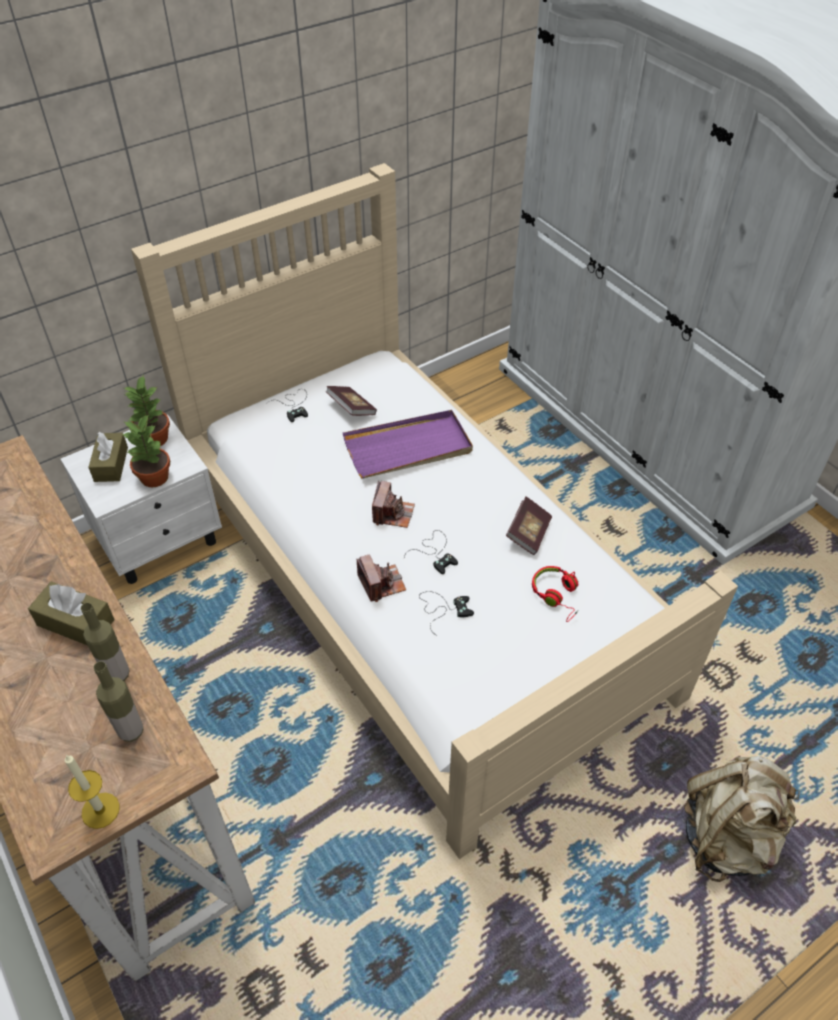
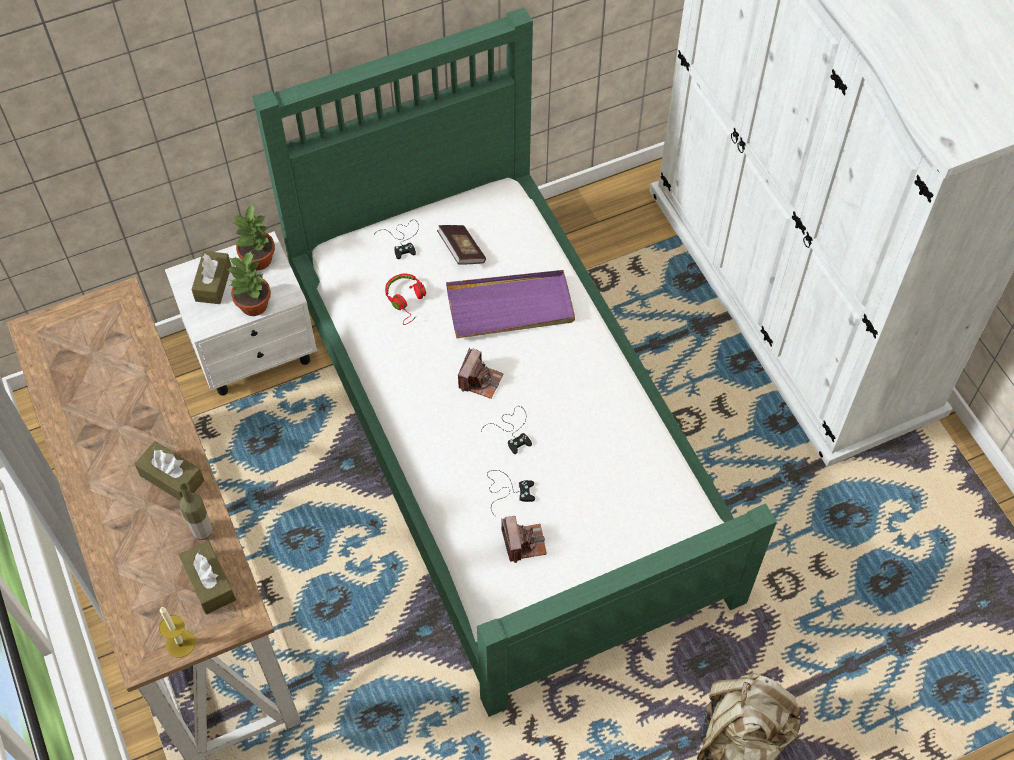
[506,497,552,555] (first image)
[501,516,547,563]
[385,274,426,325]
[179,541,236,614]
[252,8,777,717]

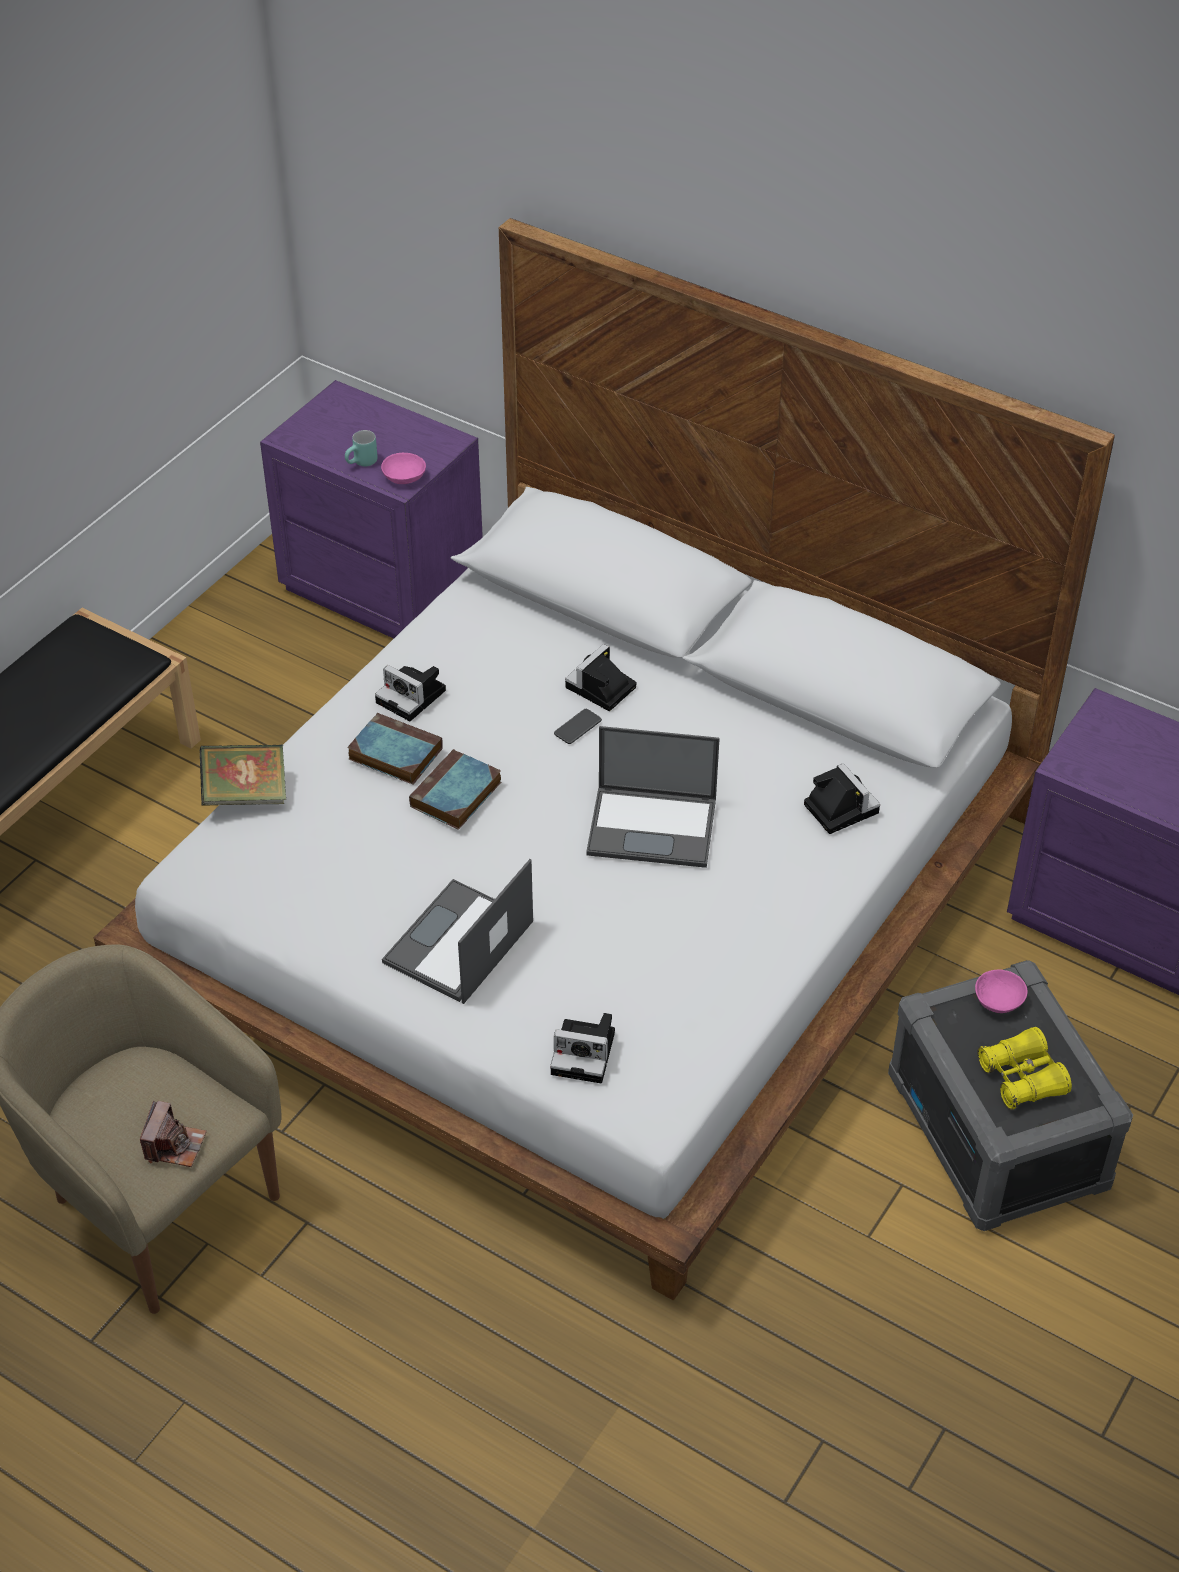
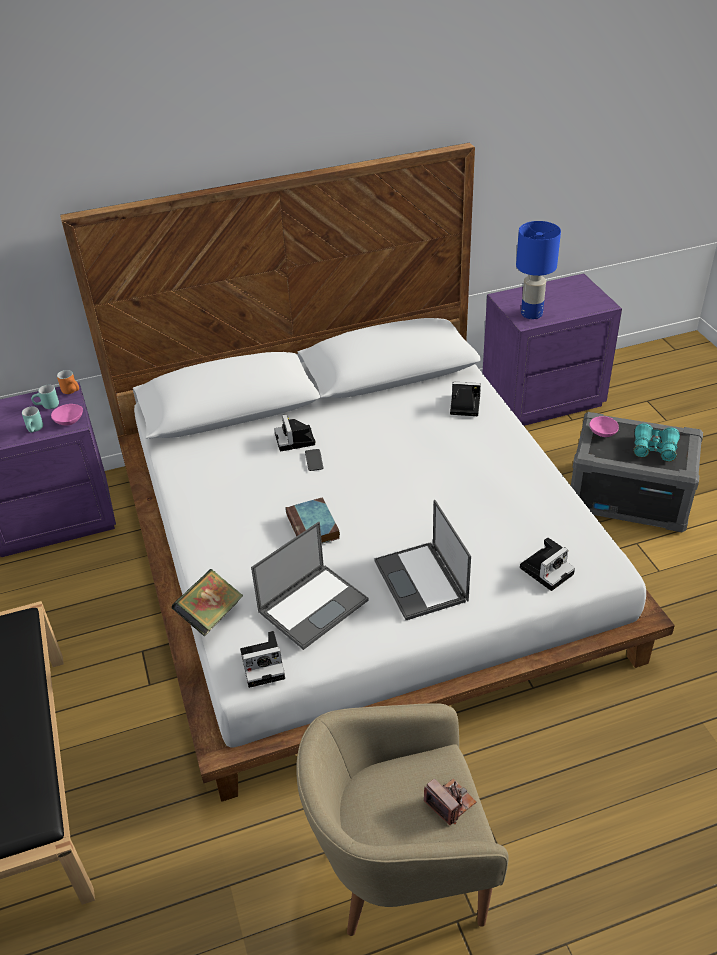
[347,713,443,785] (first image)
[31,385,59,409]
[57,370,79,394]
[516,221,561,319]
[240,631,285,688]
[251,522,369,650]
[633,423,680,462]

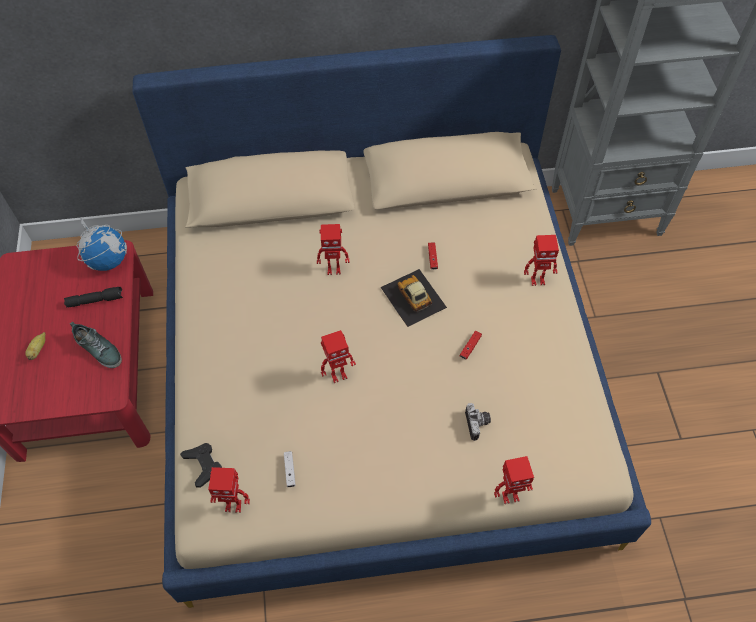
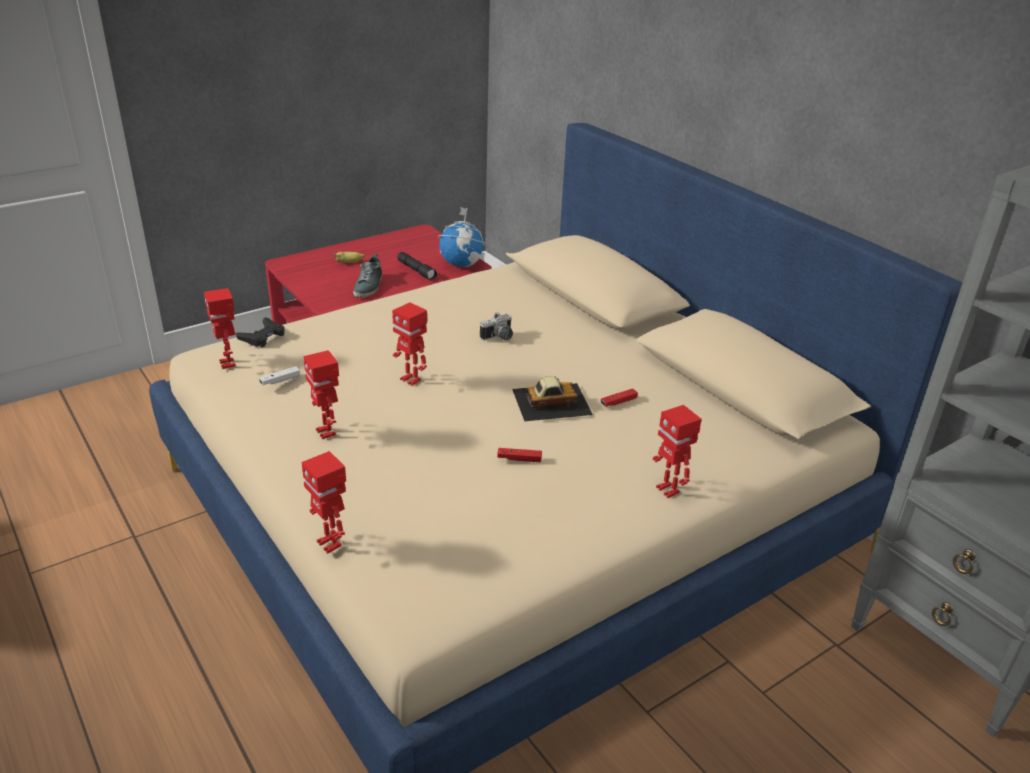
[303,350,339,439]
[480,312,513,340]
[512,376,593,421]

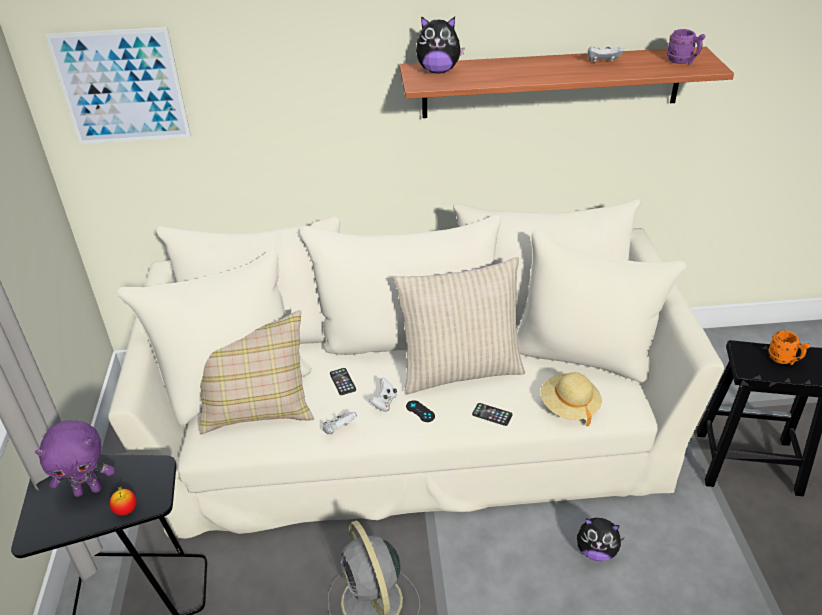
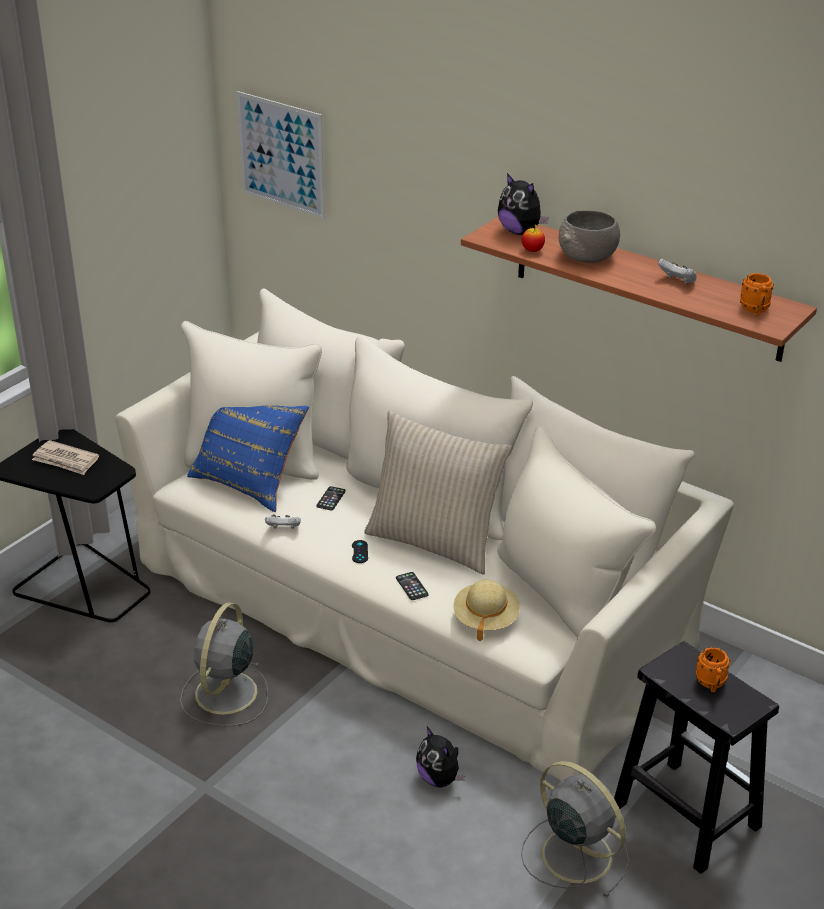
[369,378,397,412] (first image)
[521,761,629,897]
[559,210,620,263]
[522,224,545,252]
[32,440,99,475]
[187,405,309,512]
[740,273,774,316]

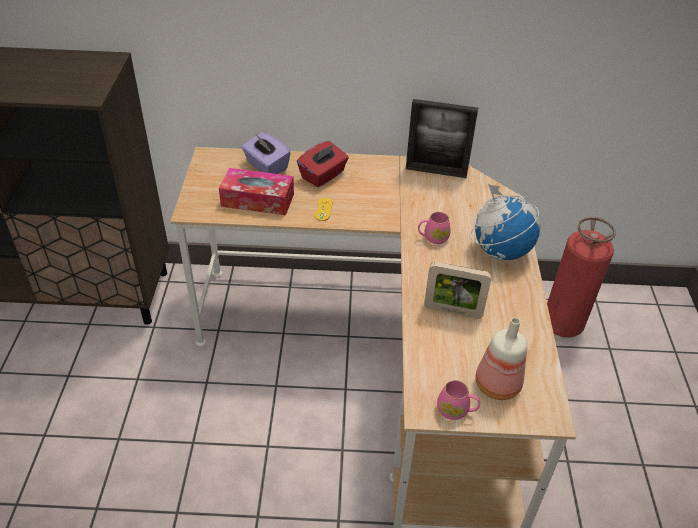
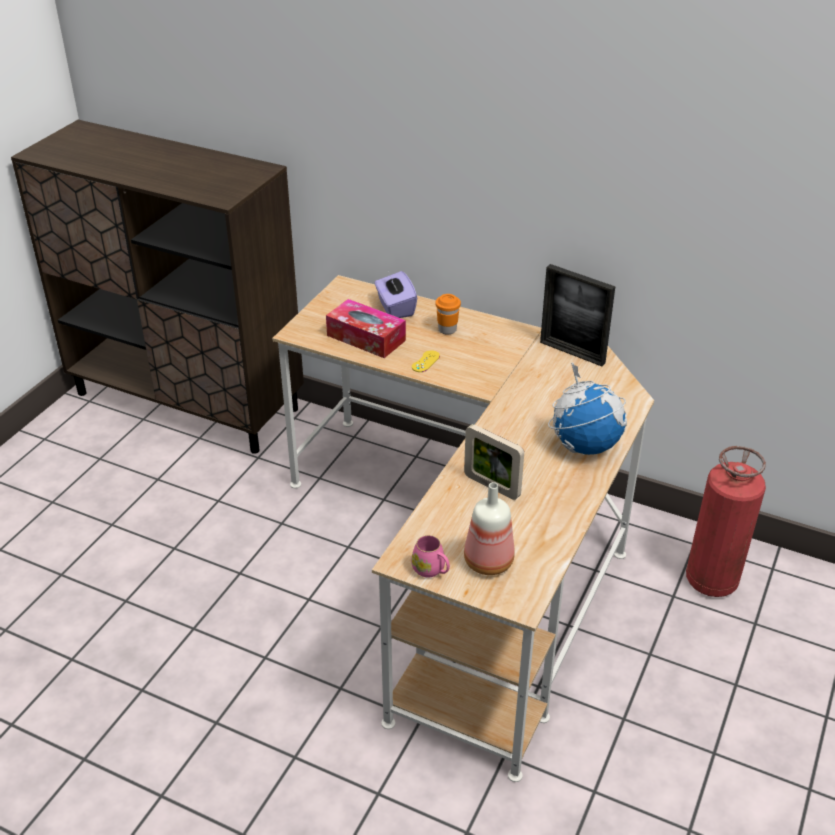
[418,212,451,244] (first image)
[435,294,461,335]

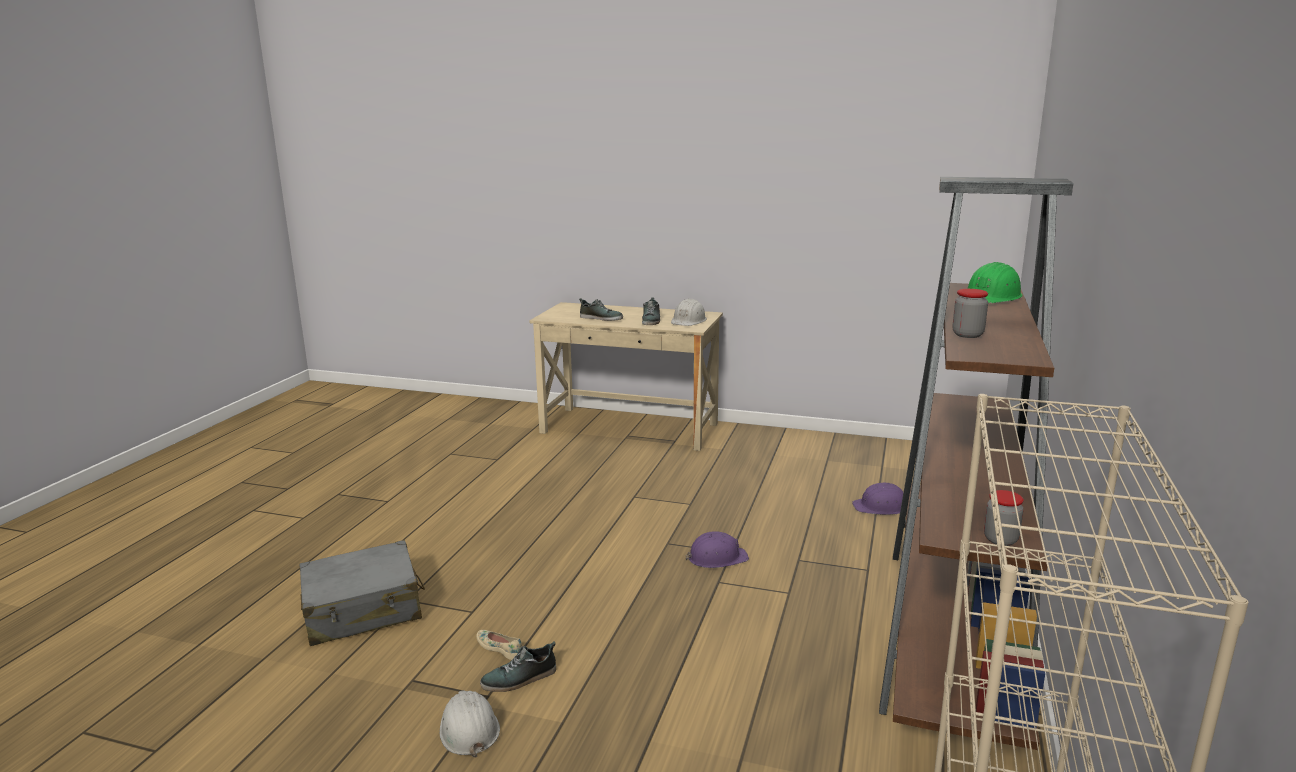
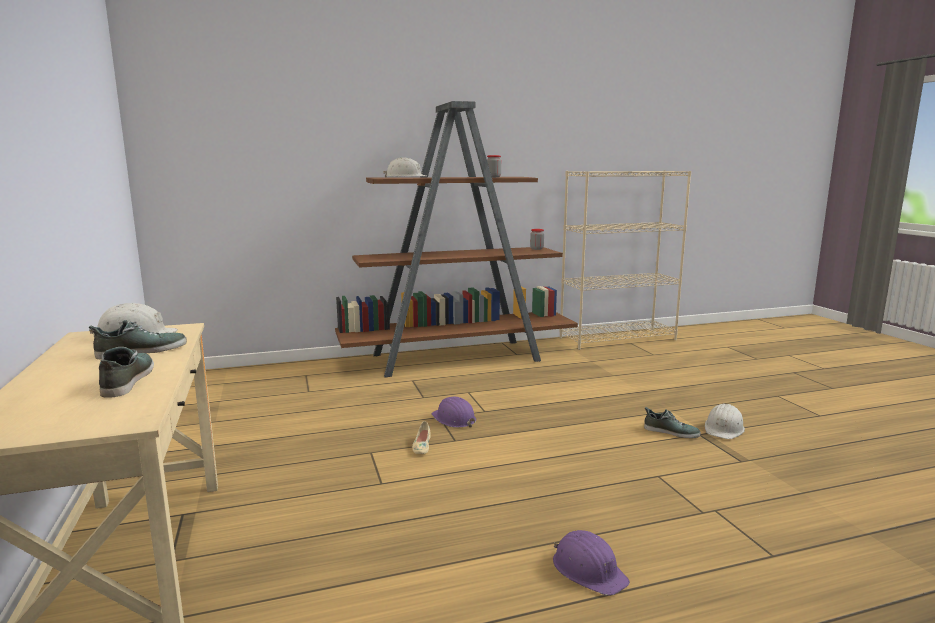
[300,540,425,646] (first image)
[412,421,430,454]
[553,530,630,596]
[383,157,426,177]

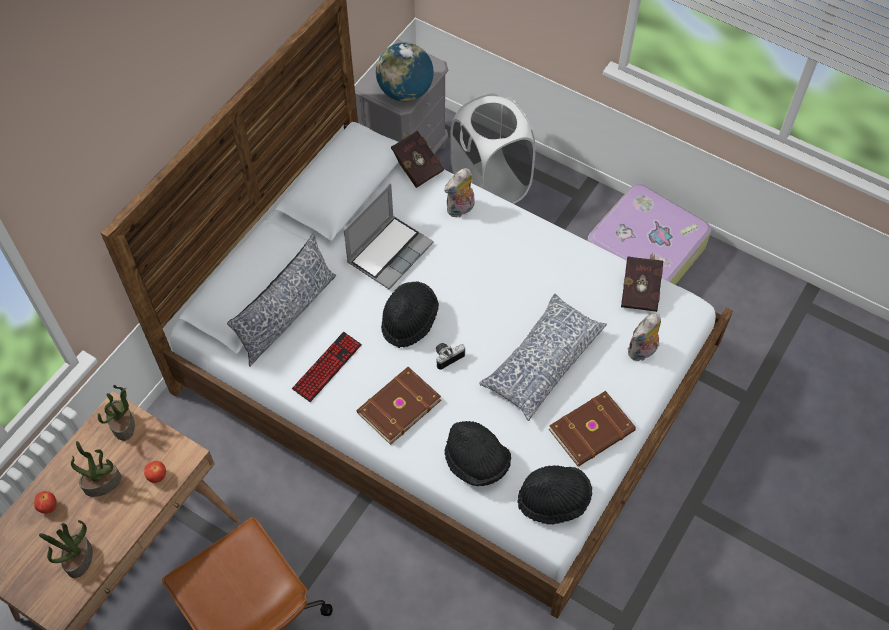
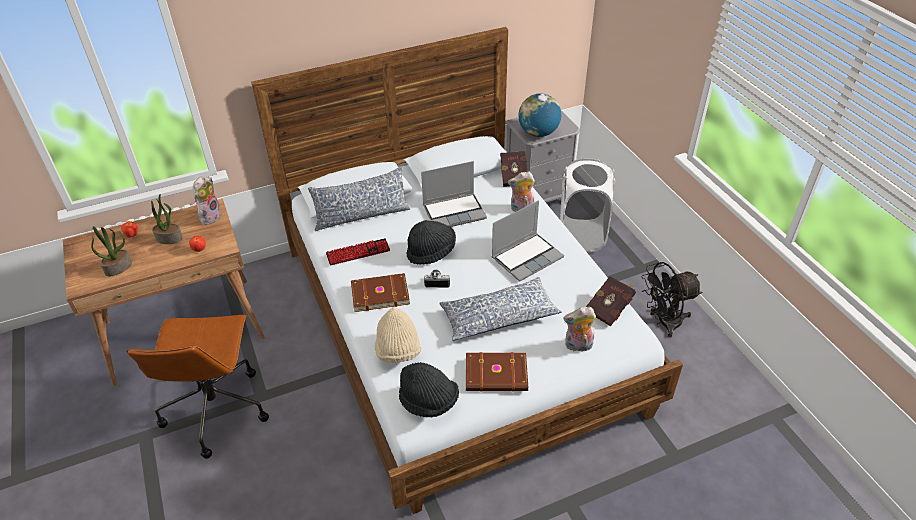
[492,200,564,282]
[193,176,222,225]
[641,262,702,338]
[375,307,421,363]

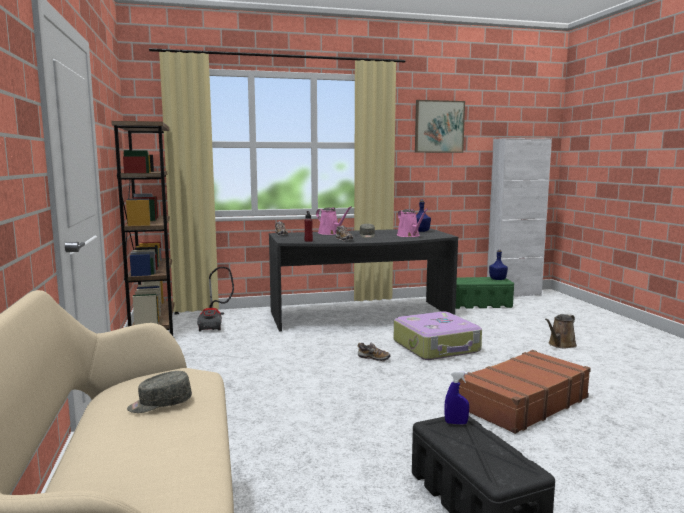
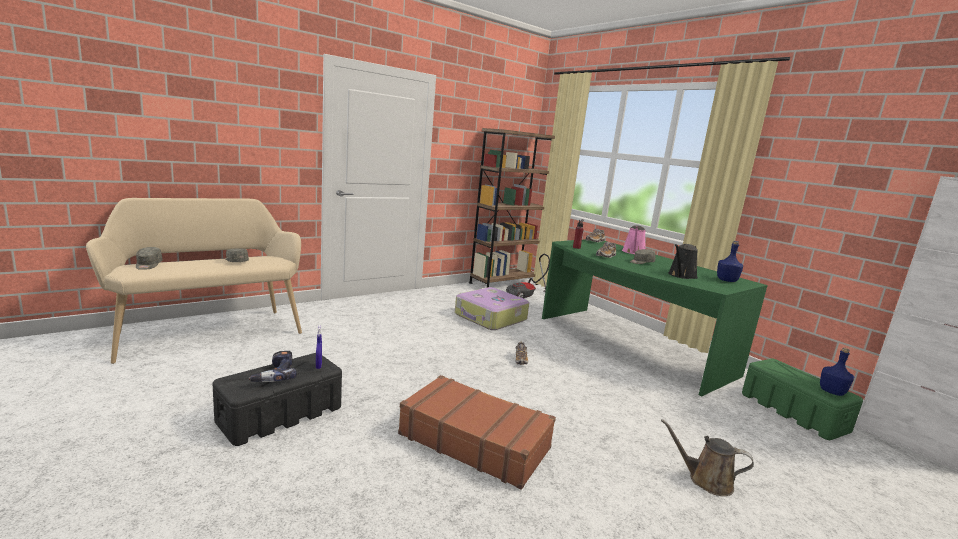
[415,100,465,153] (first image)
[136,247,163,270]
[249,351,297,382]
[455,287,529,330]
[542,239,768,396]
[668,244,698,279]

